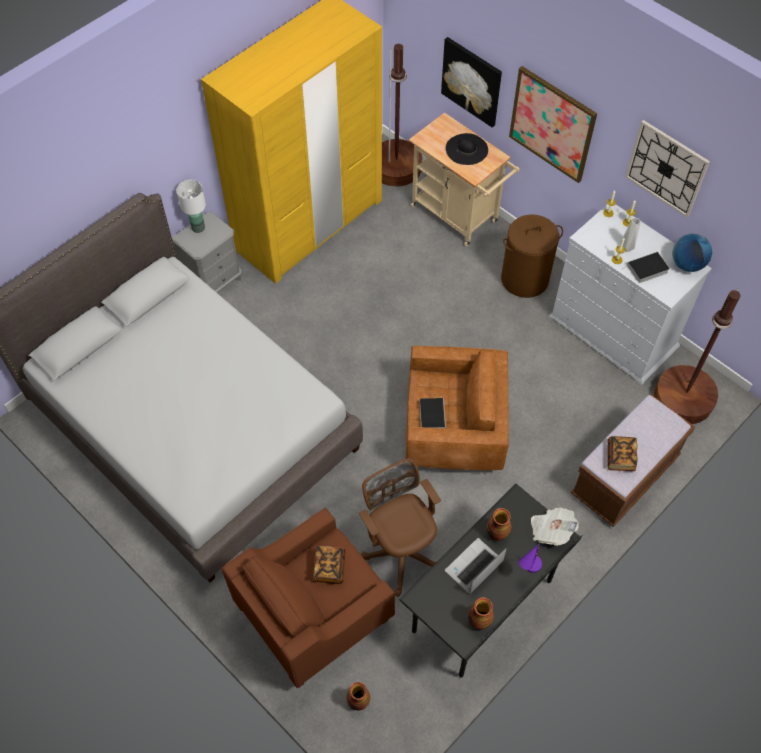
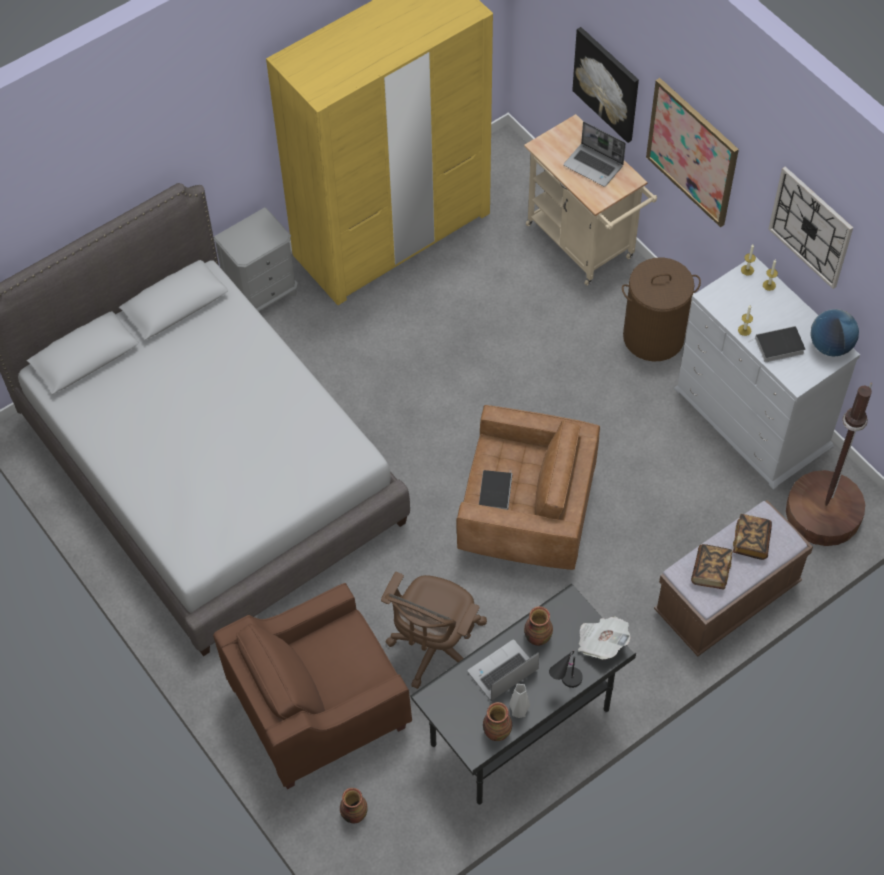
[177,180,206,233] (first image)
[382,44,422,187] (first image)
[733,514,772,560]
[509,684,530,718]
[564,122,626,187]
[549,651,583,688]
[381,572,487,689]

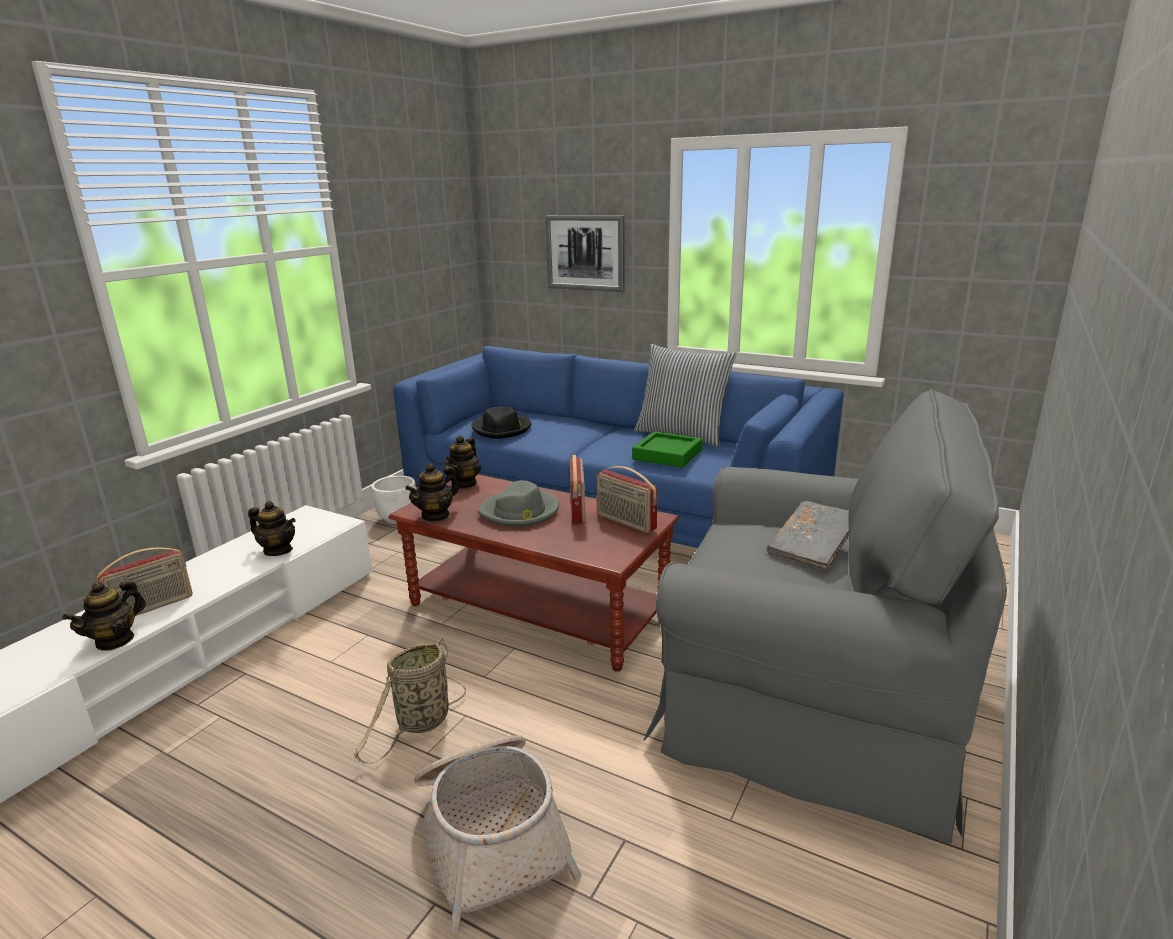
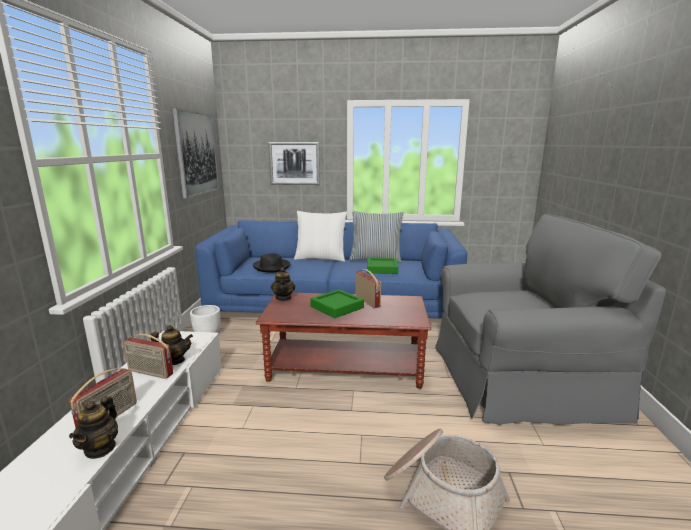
[353,638,466,764] (first image)
[405,463,459,522] (first image)
[767,501,849,570] (first image)
[172,108,219,199]
[294,211,347,262]
[124,334,173,379]
[310,289,364,318]

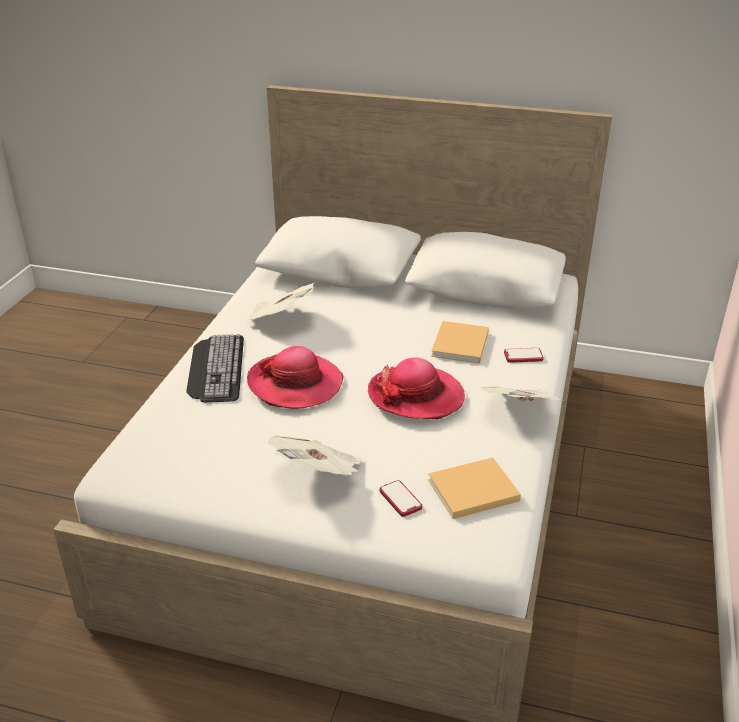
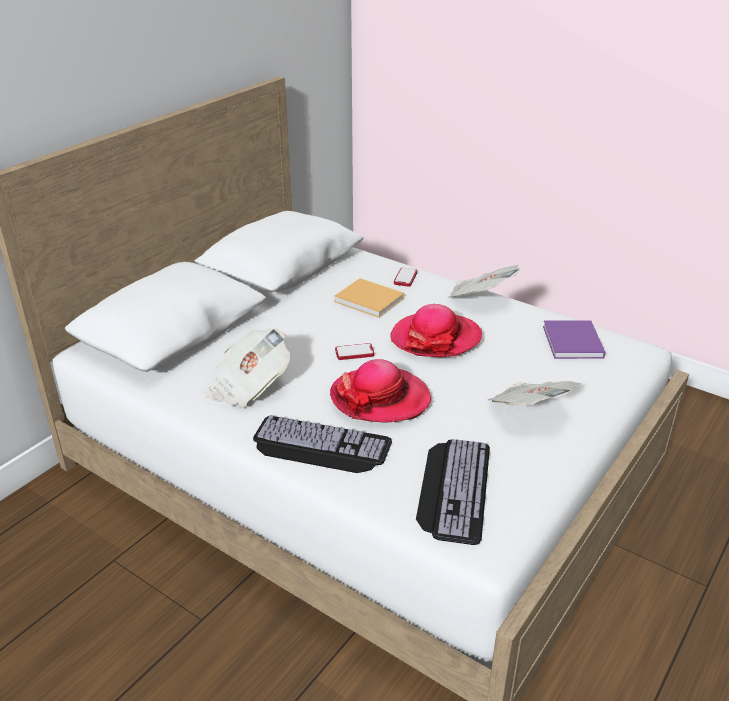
[416,439,490,545]
[335,343,374,360]
[543,320,606,359]

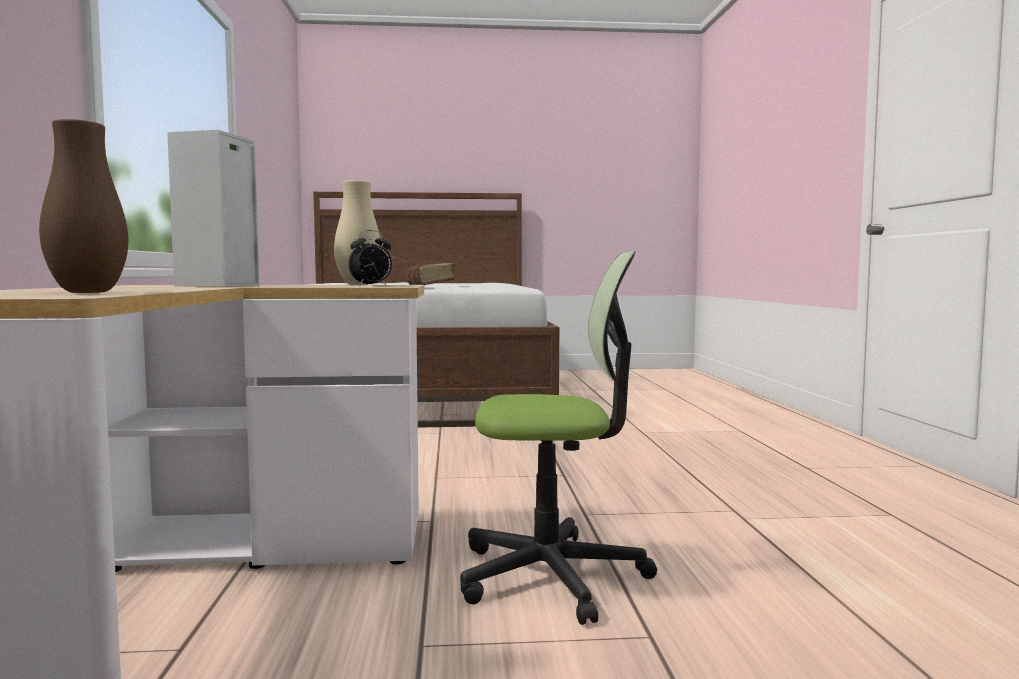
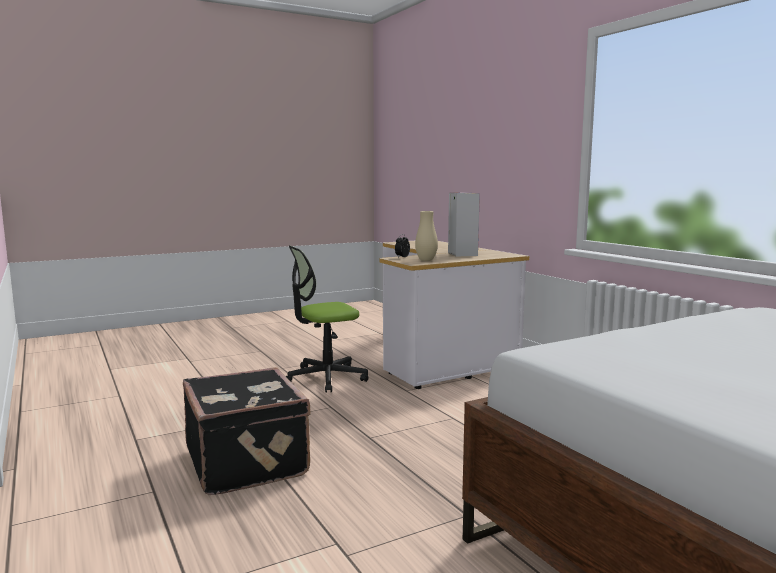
[39,119,128,293] (first image)
[407,263,457,285] (first image)
[183,367,311,495]

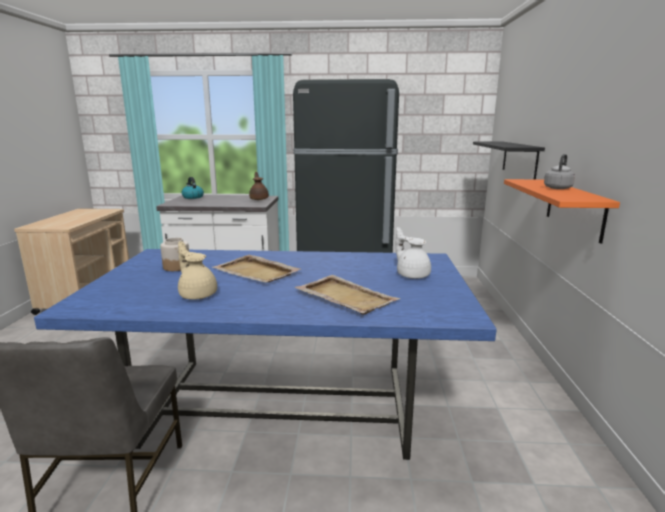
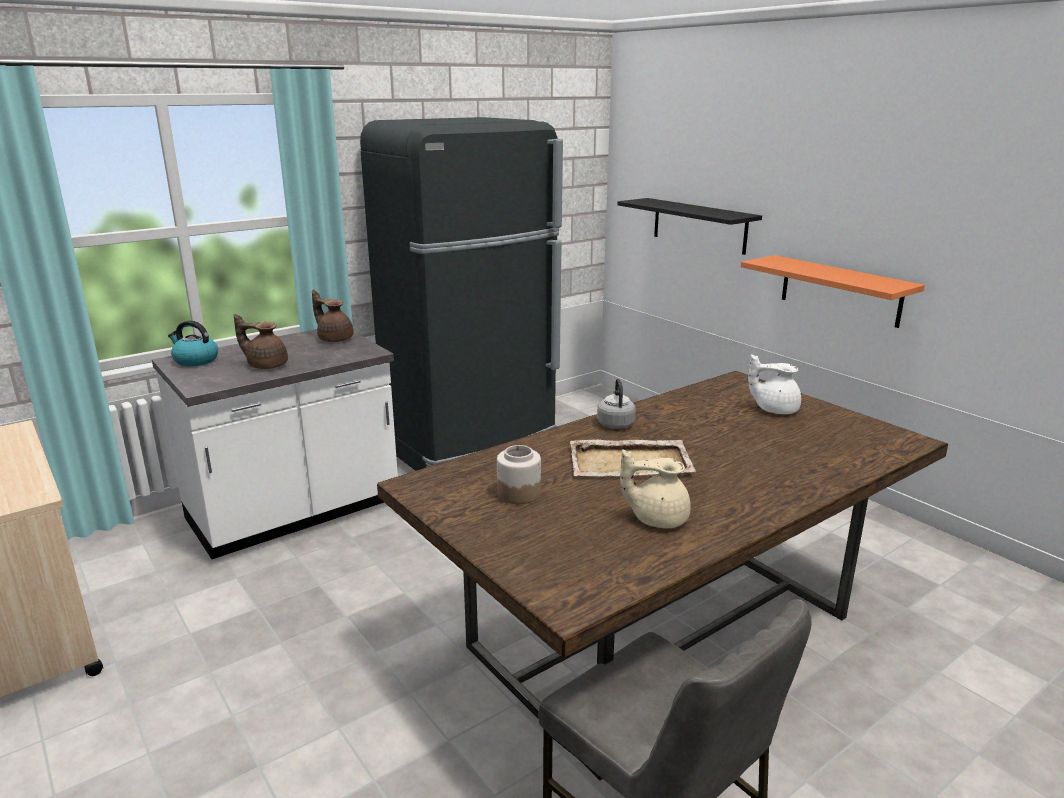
[294,275,400,314] (first image)
[234,314,288,369]
[597,379,636,429]
[377,371,948,780]

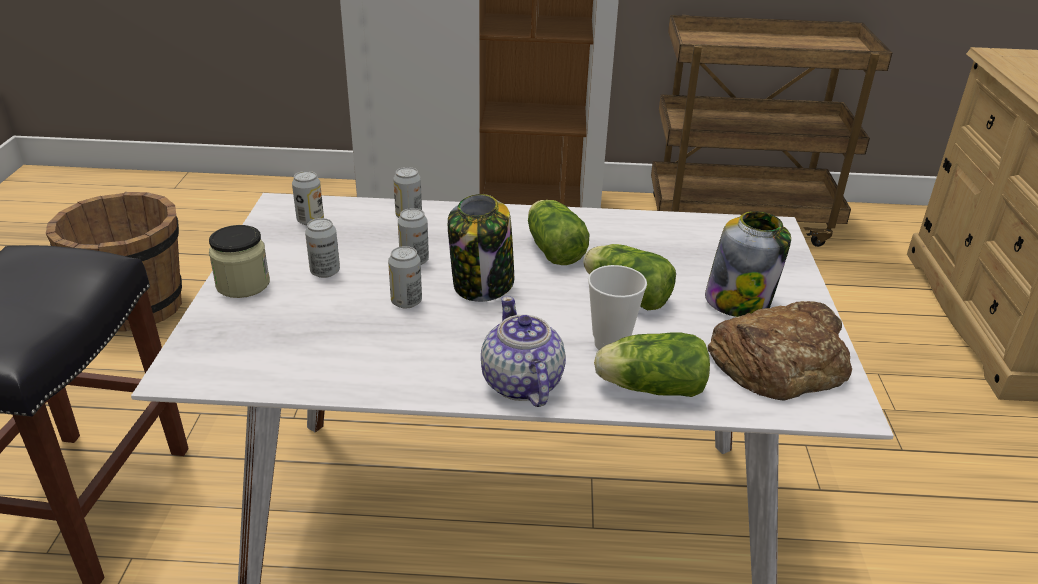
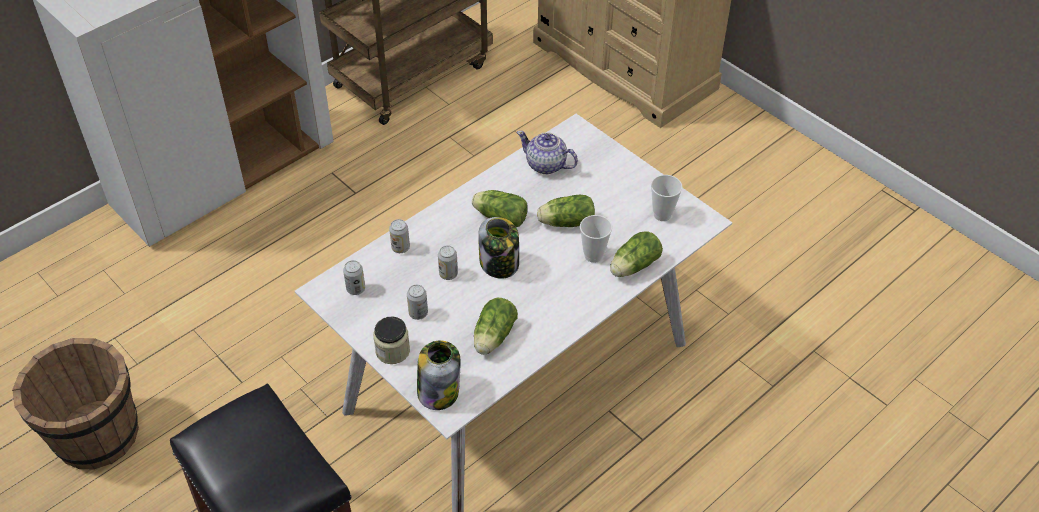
[388,246,422,308] (first image)
[474,298,518,355]
[517,131,578,174]
[417,340,460,410]
[651,175,683,221]

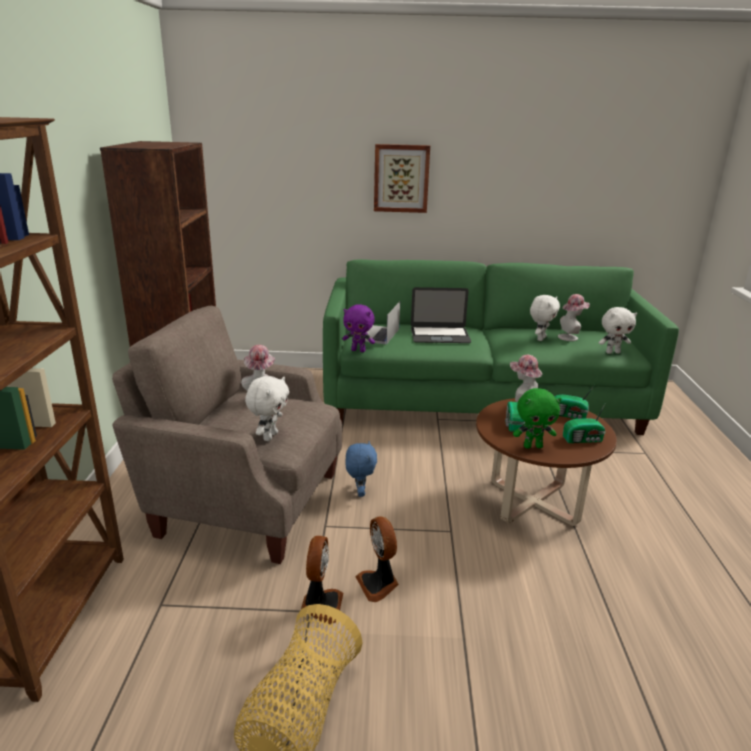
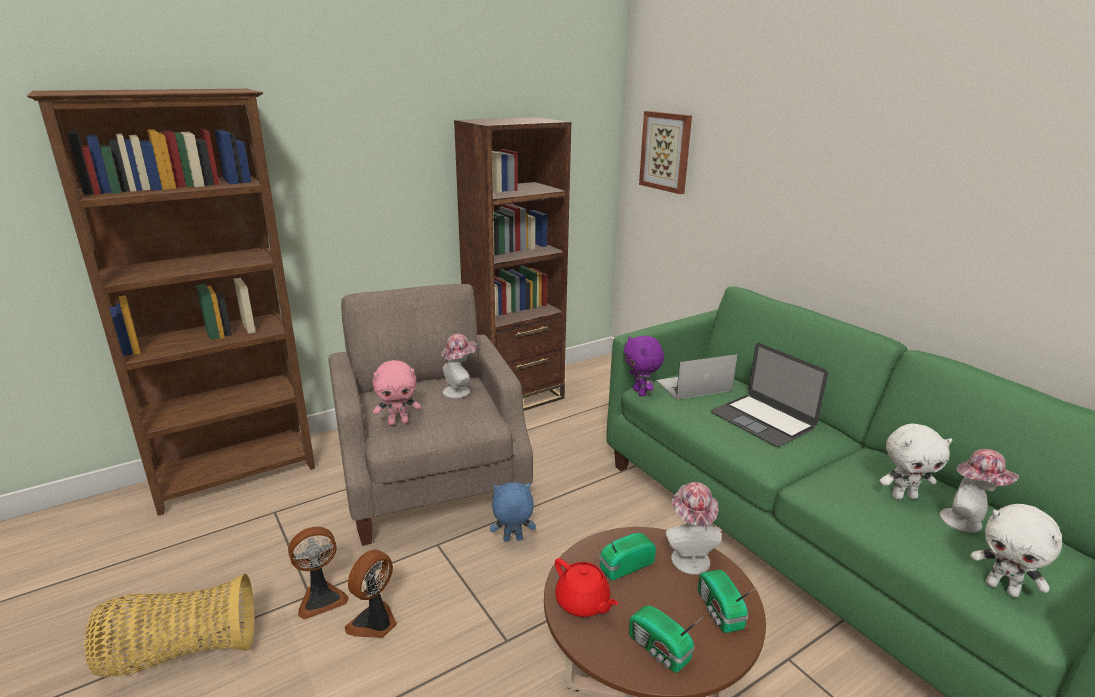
[639,111,692,194]
[555,558,618,617]
[373,360,421,426]
[490,482,536,541]

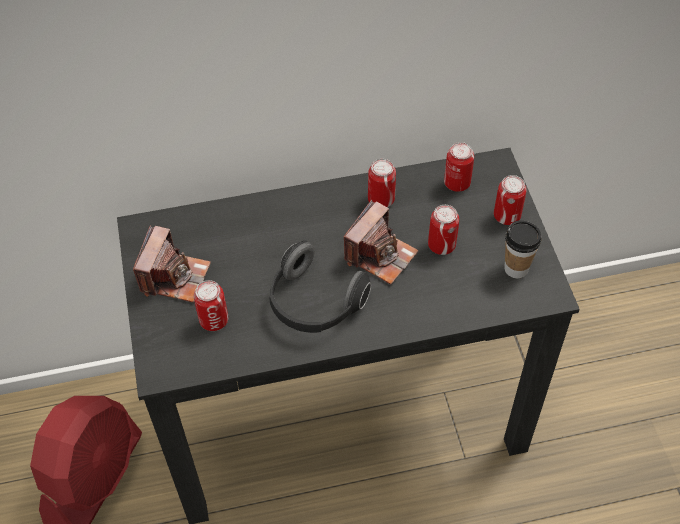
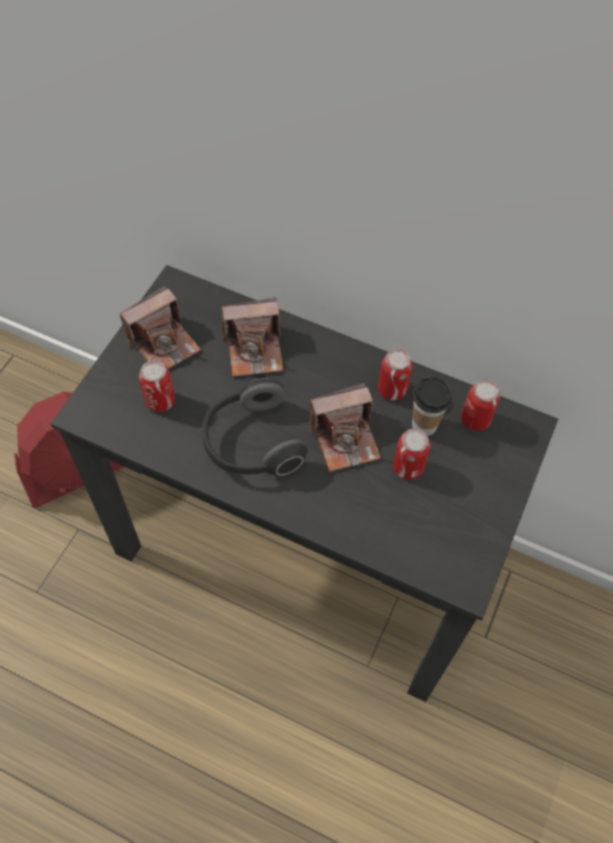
[494,175,527,225] (first image)
[221,298,284,377]
[412,376,452,436]

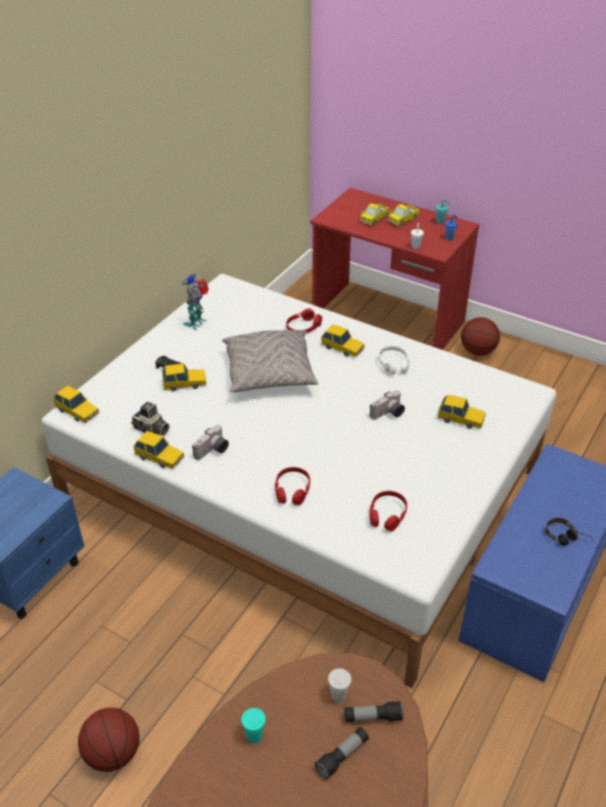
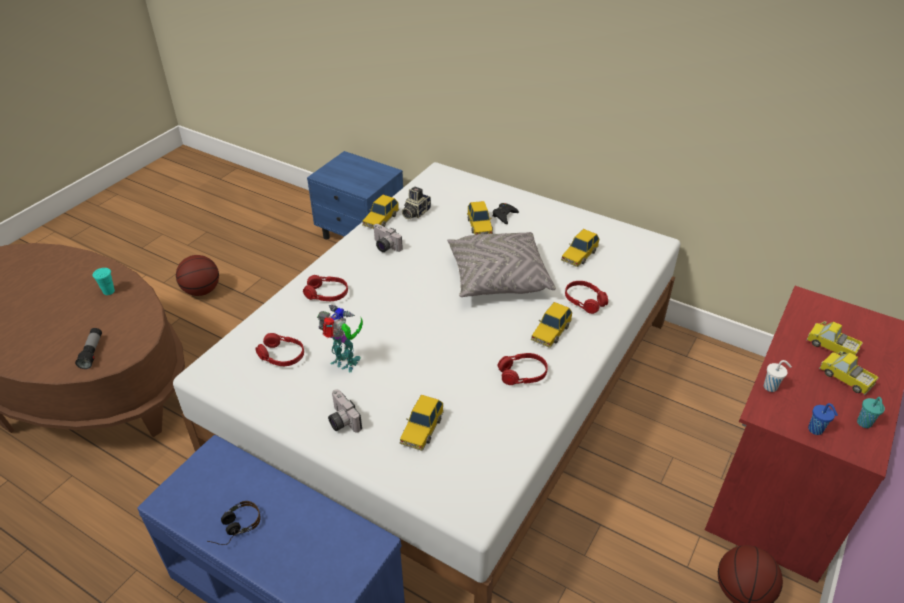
[315,727,369,779] (first image)
[328,668,351,703] (first image)
[561,229,599,267]
[317,305,363,372]
[328,389,362,433]
[497,353,548,385]

